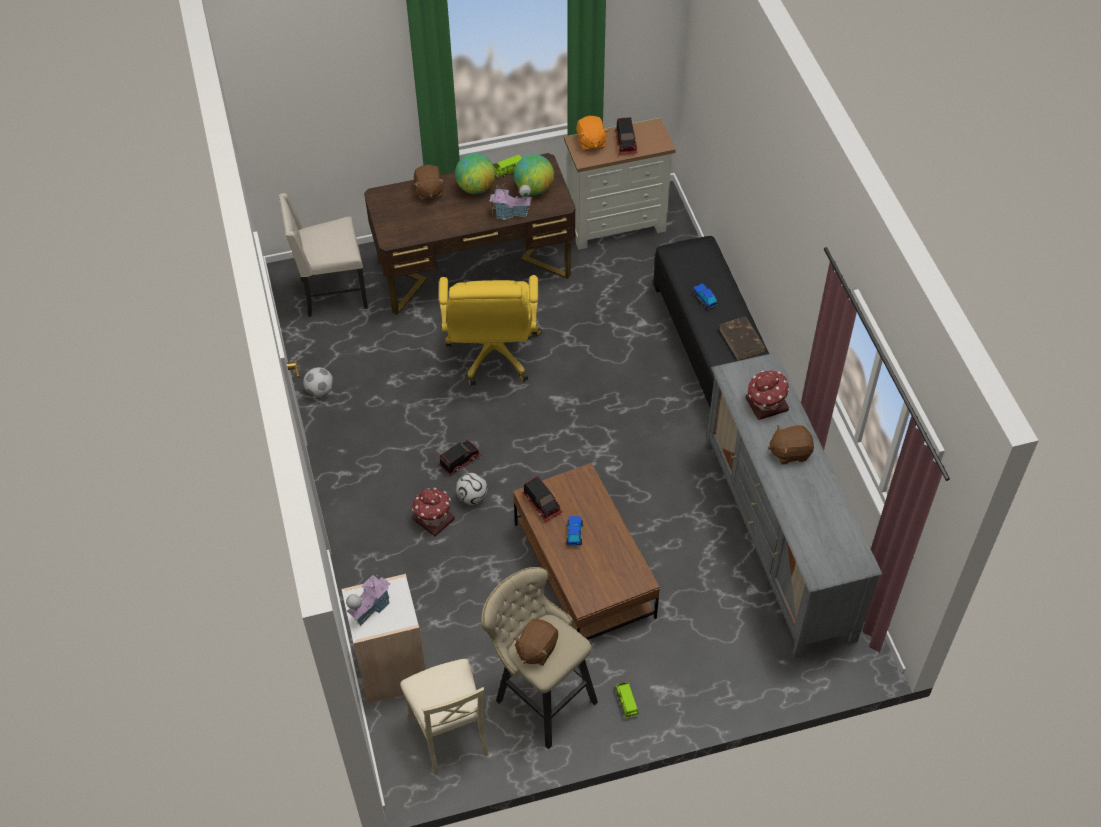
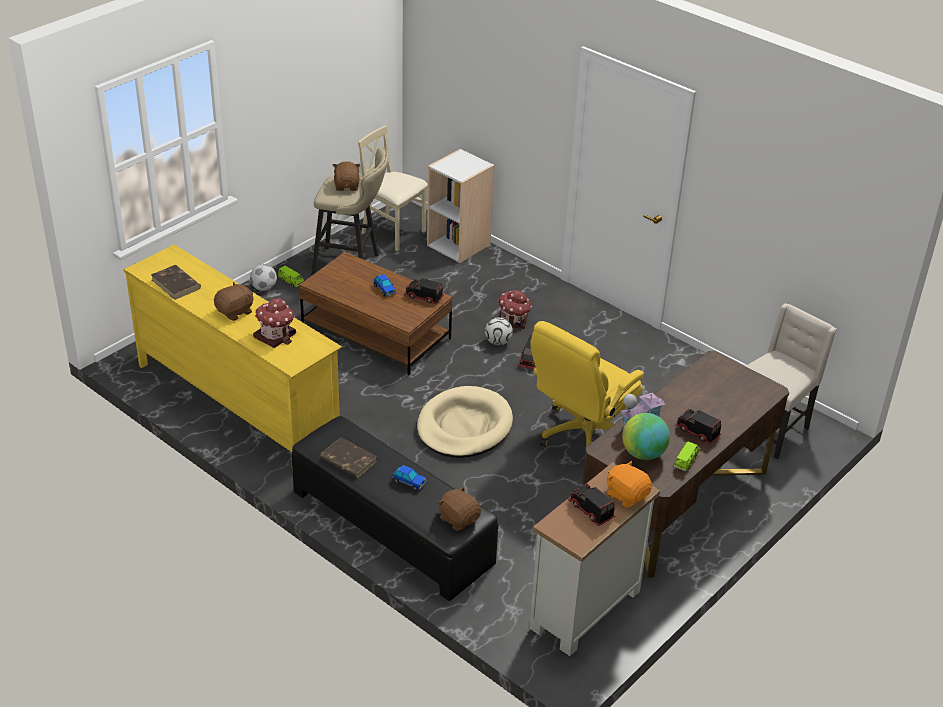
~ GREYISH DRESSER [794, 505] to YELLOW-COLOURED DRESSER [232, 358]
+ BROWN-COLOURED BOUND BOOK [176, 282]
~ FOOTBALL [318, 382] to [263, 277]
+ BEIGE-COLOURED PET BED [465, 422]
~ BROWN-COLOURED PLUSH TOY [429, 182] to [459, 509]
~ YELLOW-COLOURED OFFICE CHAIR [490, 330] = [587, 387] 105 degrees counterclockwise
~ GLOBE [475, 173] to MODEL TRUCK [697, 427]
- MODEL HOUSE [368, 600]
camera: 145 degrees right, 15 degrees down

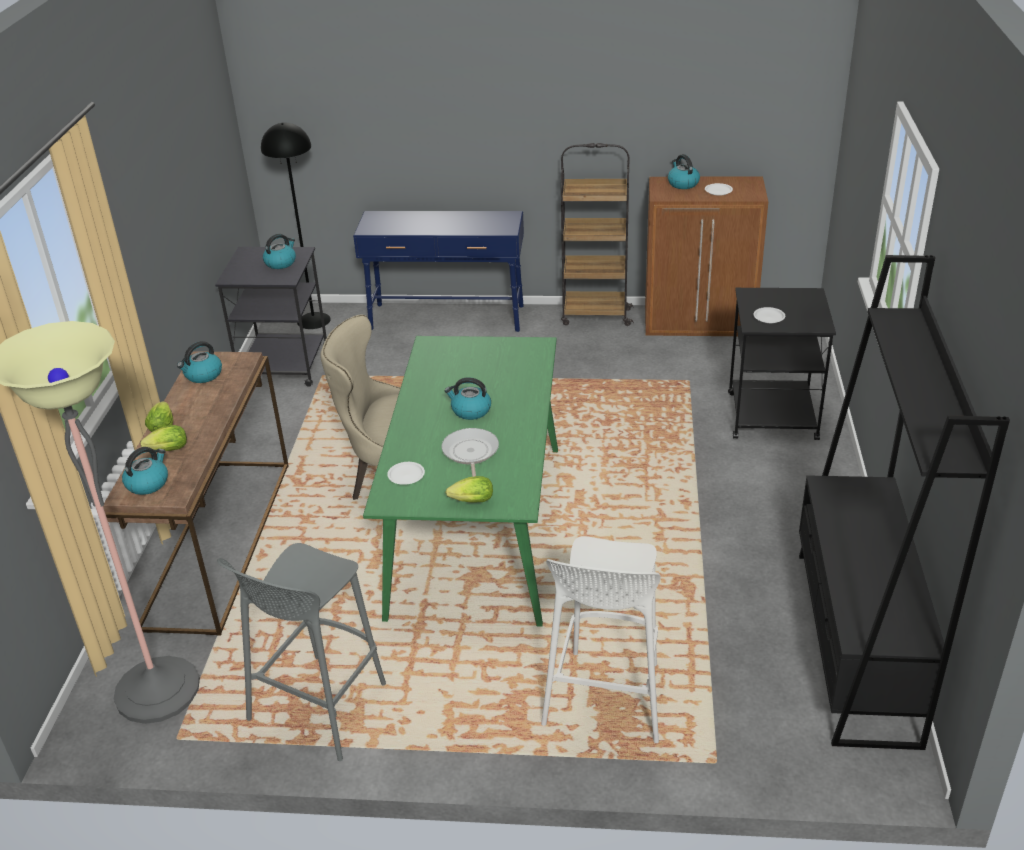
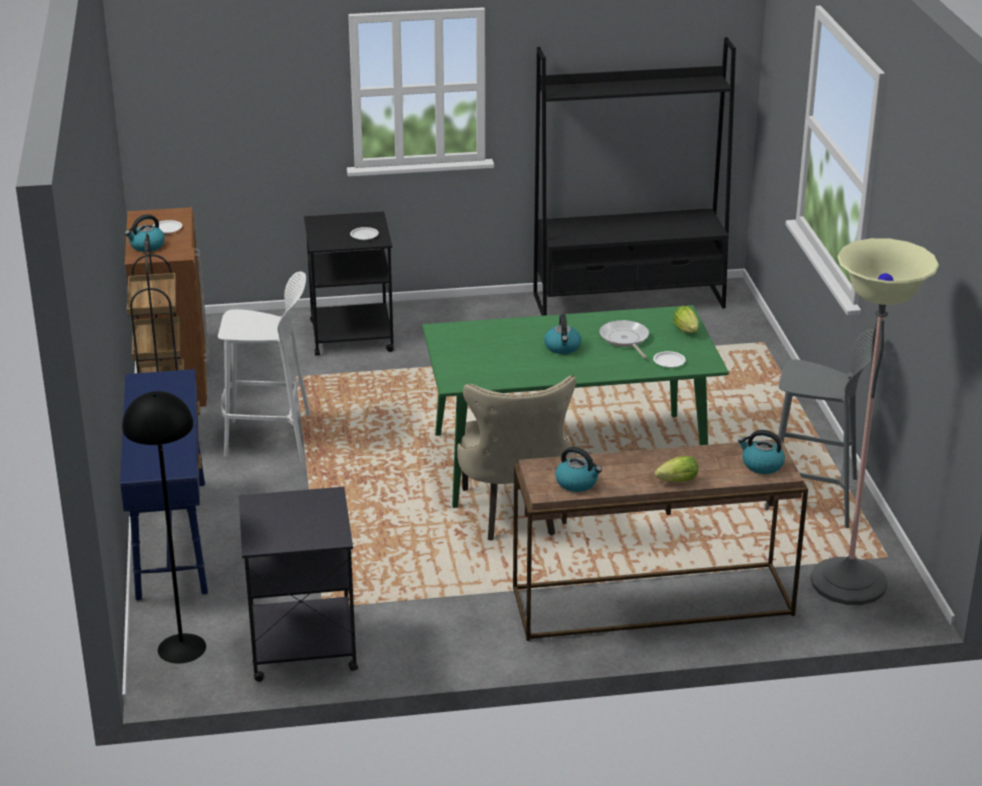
~ WHITE SITTING STOOL [601, 639] to [264, 366]
~ FRYING PAN [470, 452] = [624, 339] 90 degrees clockwise
- LETTUCE HEAD [163, 438]
- WATER KETTLE [279, 251]
camera: 105 degrees left, 5 degrees down

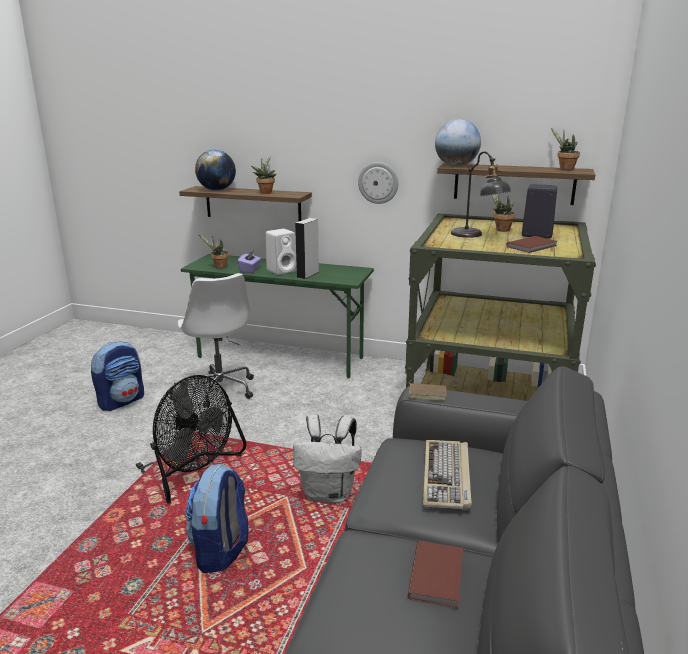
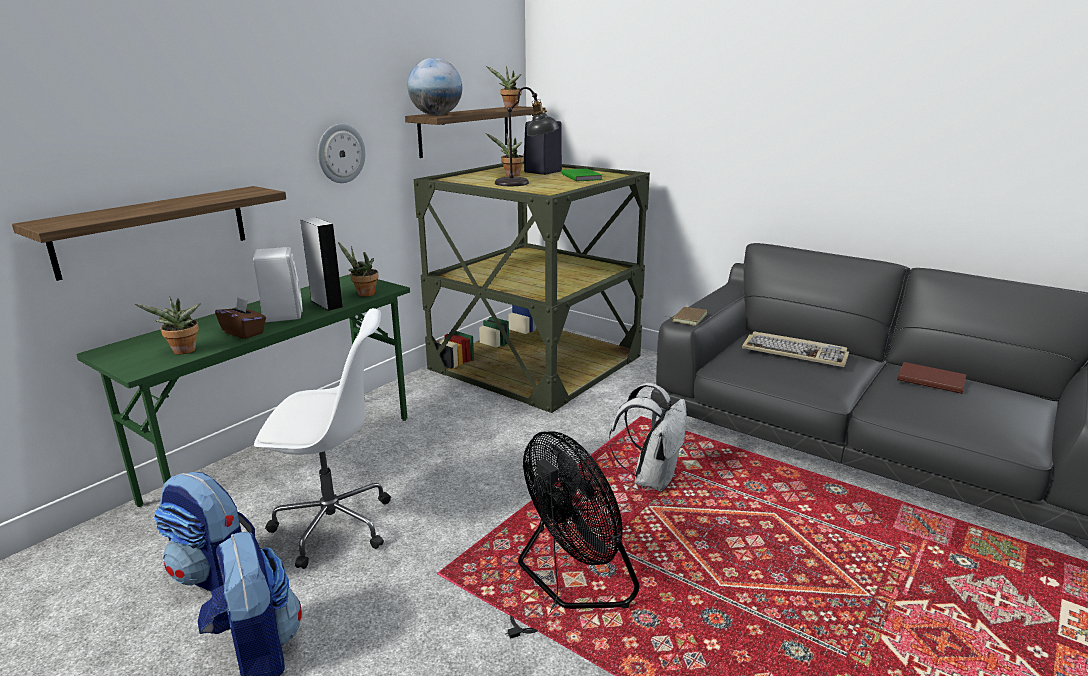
~ KNAPSACK [217, 518] to [204, 532]
~ PURPLISH TISSUE HOLDER [249, 262] to BROWN-COLOURED TISSUE HOLDER [240, 318]
~ POTTED PLANT [263, 175] to [358, 269]
~ BROWN-COLOURED BOUND BOOK [531, 244] to GREEN-COLOURED BOUND BOOK [581, 174]
- GLOBE [215, 170]
camera: 70 degrees left, 0 degrees up

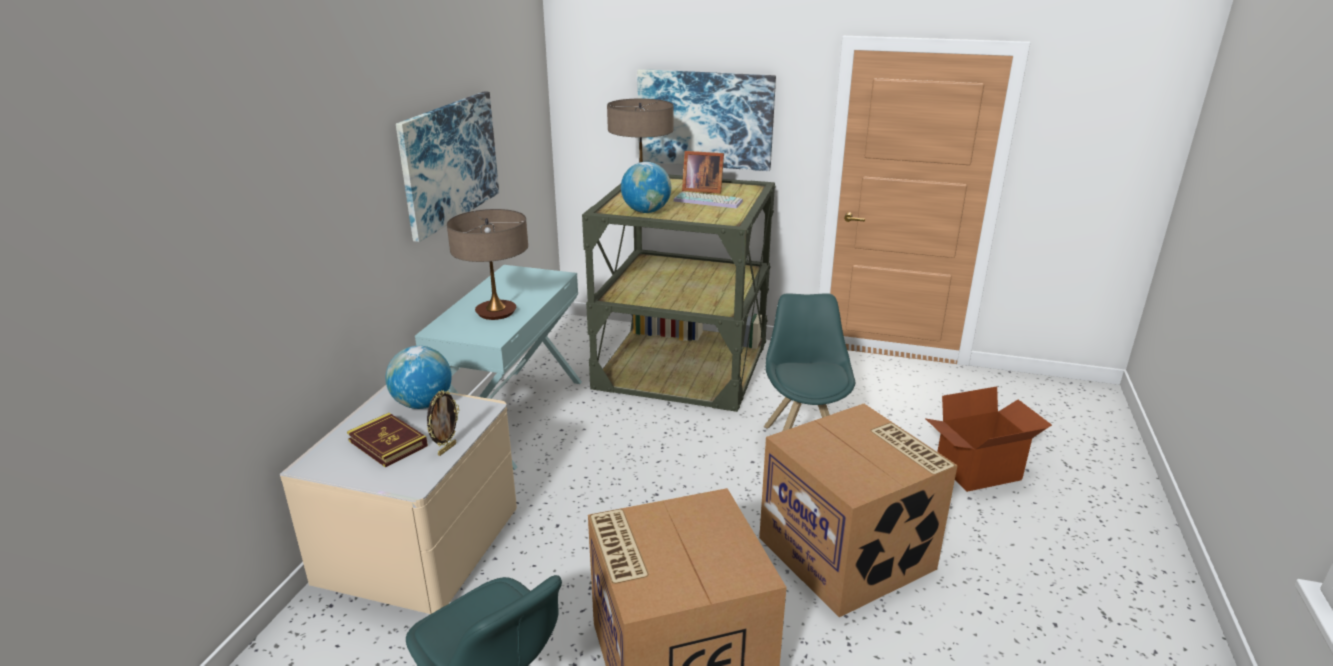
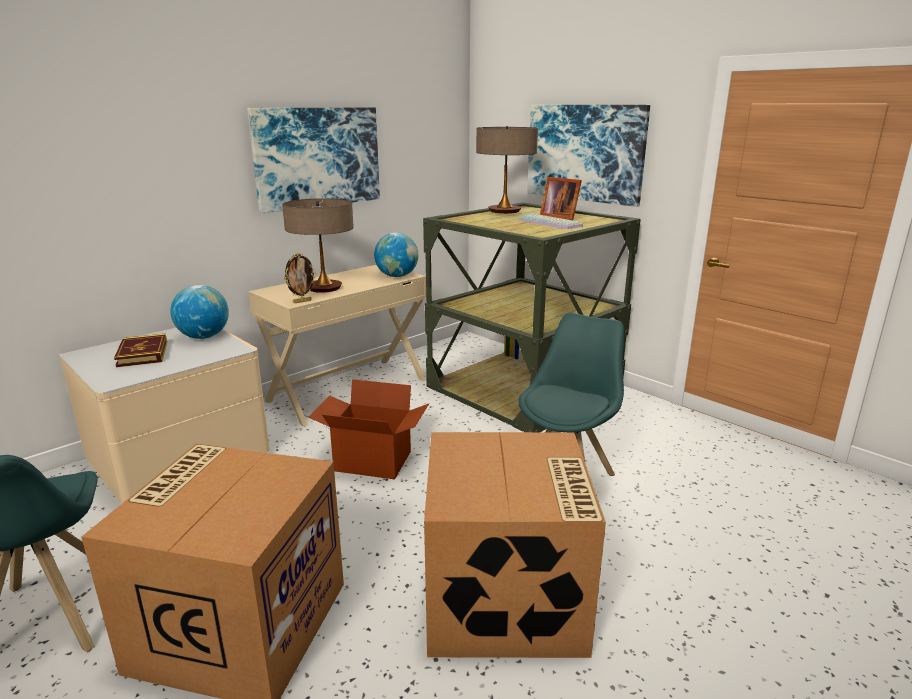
~ TURQUOISE DESK [498, 367] to BEIGE-COLOURED DESK [337, 346]
~ PICTURE FRAME [443, 423] to [300, 278]
~ CARTON [988, 439] to [368, 429]
~ GLOBE [646, 187] to [396, 255]
camera: 30 degrees right, 5 degrees down

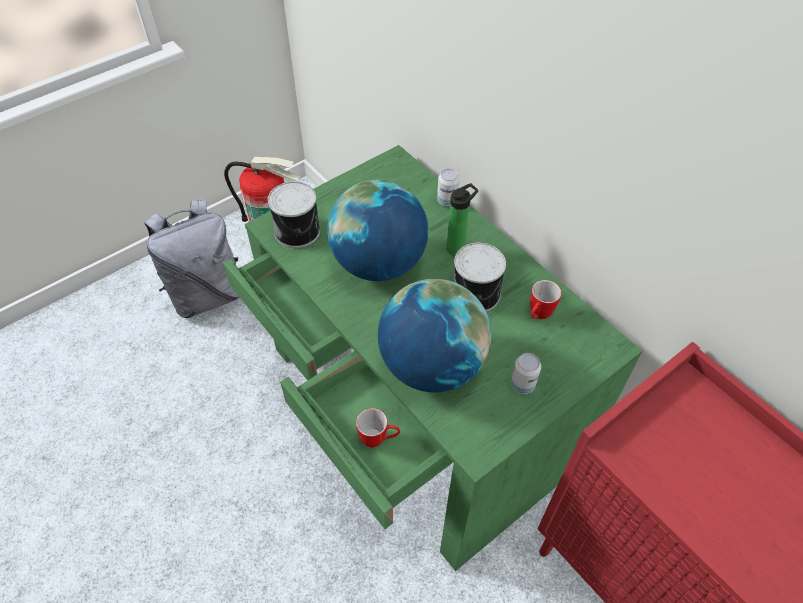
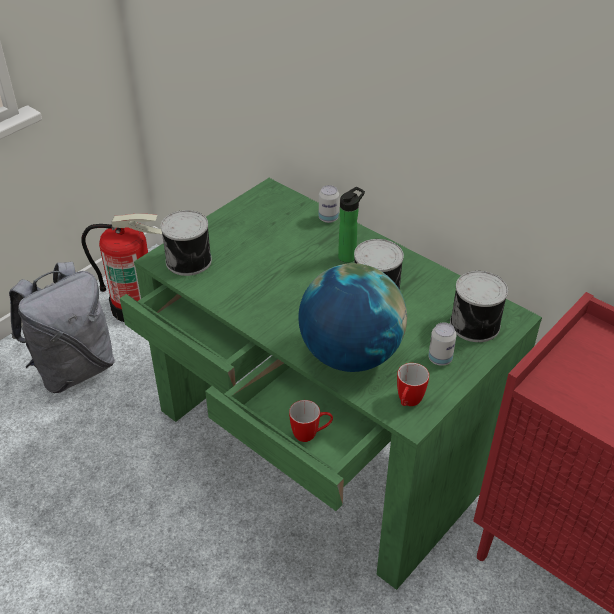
~ COFFEE MUG [546, 299] to [413, 384]
+ CAN [479, 306]
- GLOBE [377, 230]
camera: 10 degrees left, 10 degrees down

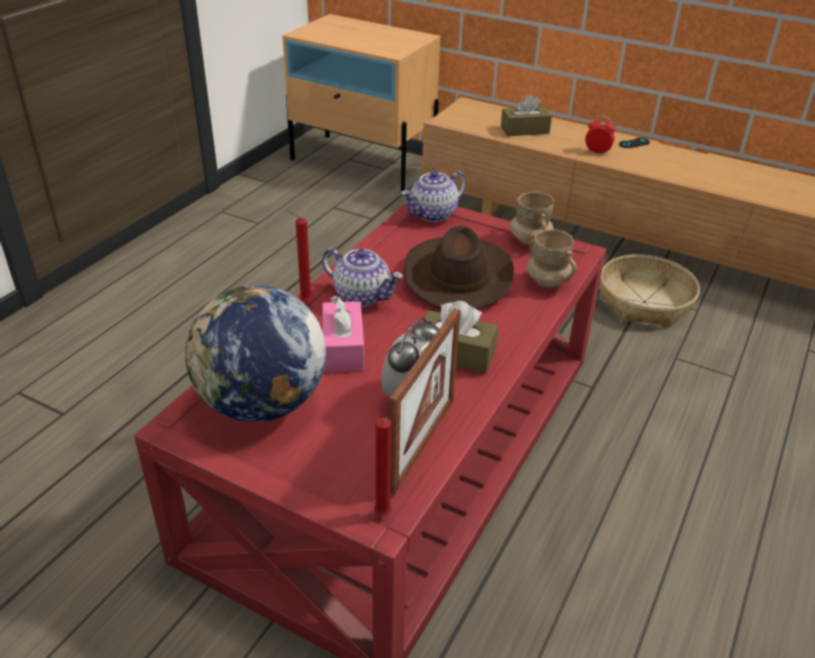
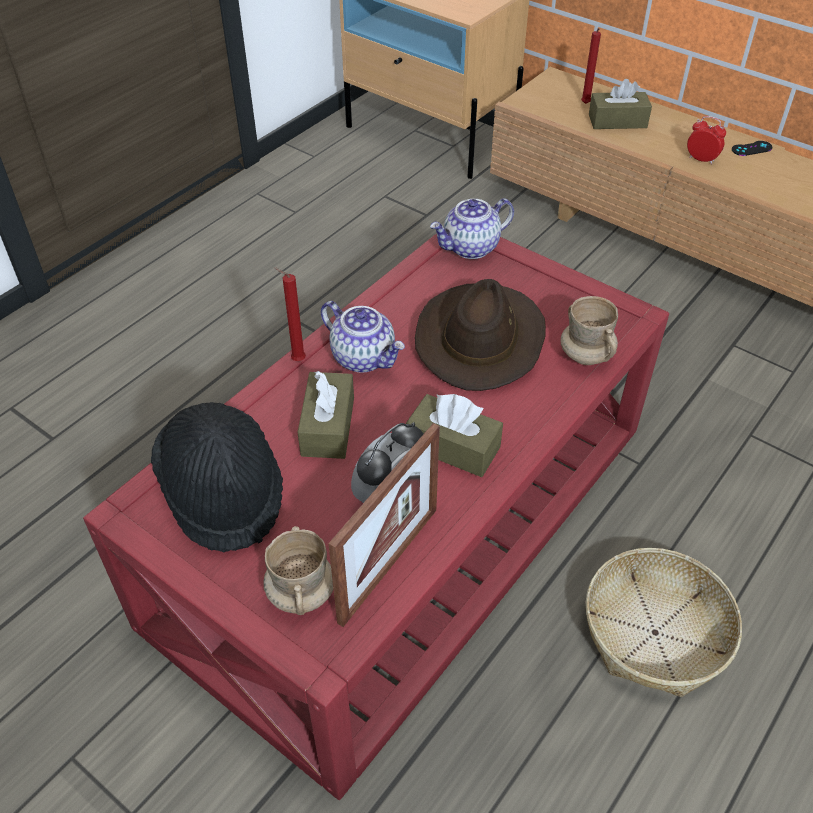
~ GLOBE [255, 353] to BLACK CLOTHING HAT [217, 477]
~ BEIGE-COLOURED COFFEE MUG [532, 218] to [298, 570]
~ PINKISH TISSUE HOLDER [343, 334] to BROWN-COLOURED TISSUE HOLDER [325, 415]
~ REDDISH WAX LIGHT [382, 467] to [591, 66]
~ STORAGE BASKET [649, 291] to [664, 622]
camera: 10 degrees right, 10 degrees up

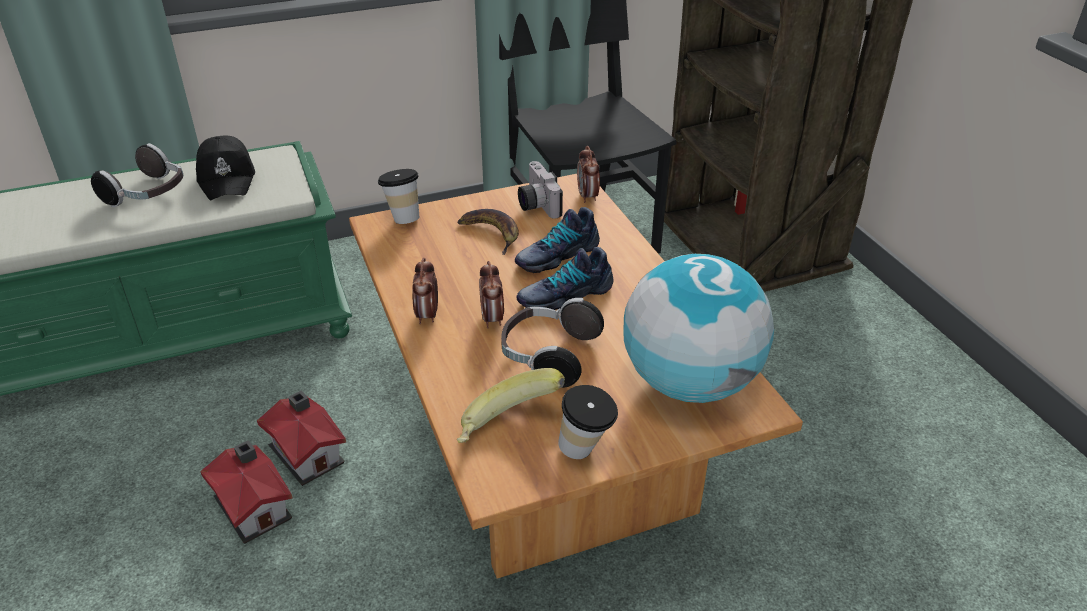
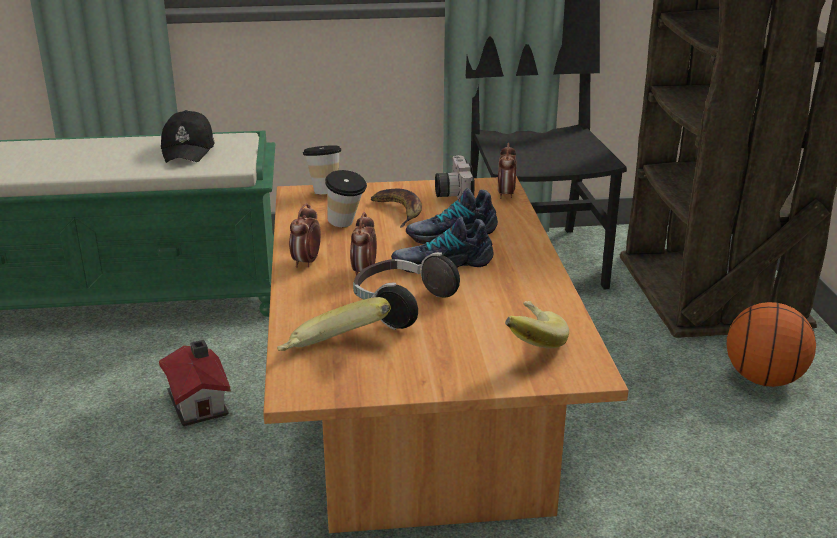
~ SMALL CUP [588, 422] to [346, 198]
~ GLOBE [698, 328] to BANANA [537, 324]
+ BASKETBALL [771, 344]
- HEADSET [137, 175]
- MODEL HOUSE [246, 492]
camera: 15 degrees right, 10 degrees down

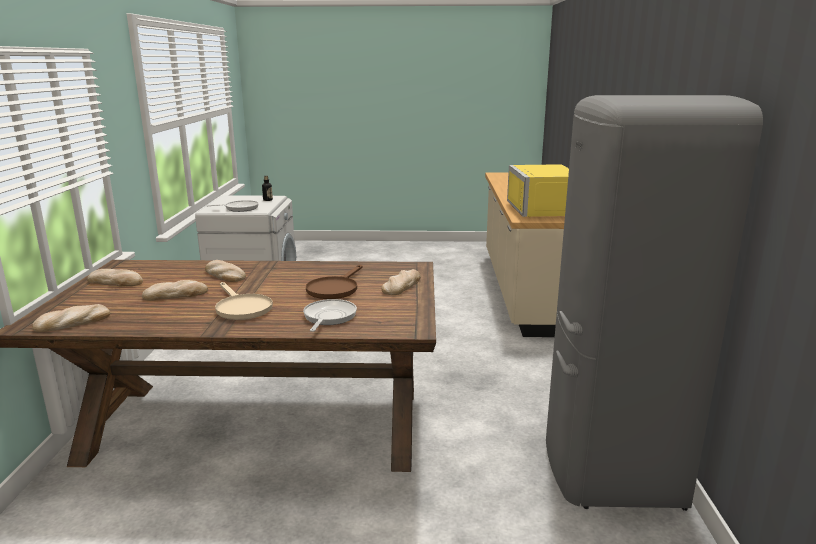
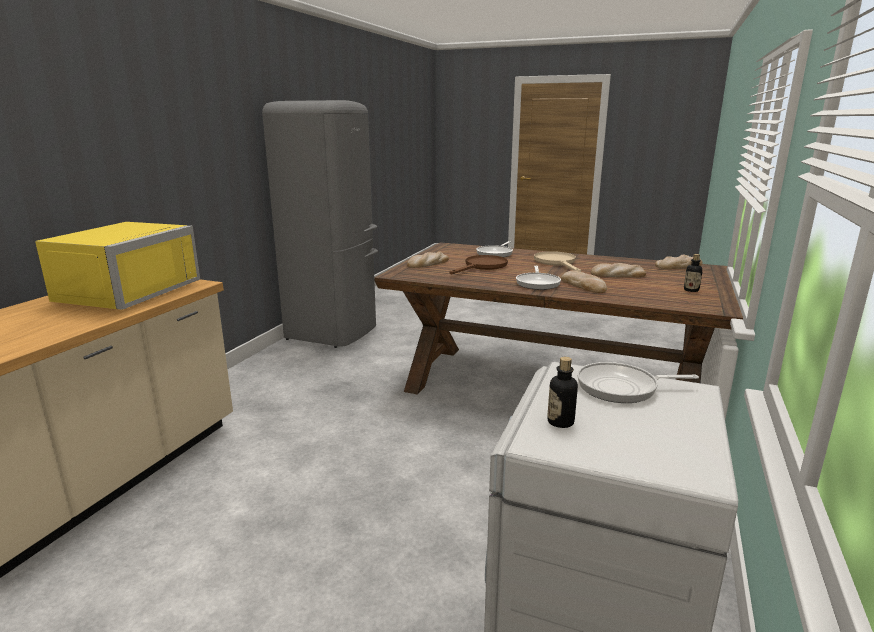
+ FRYING PAN [538, 278]
~ BREAD [115, 278] to DRINK BOTTLE [693, 273]
camera: 160 degrees left, 0 degrees up

